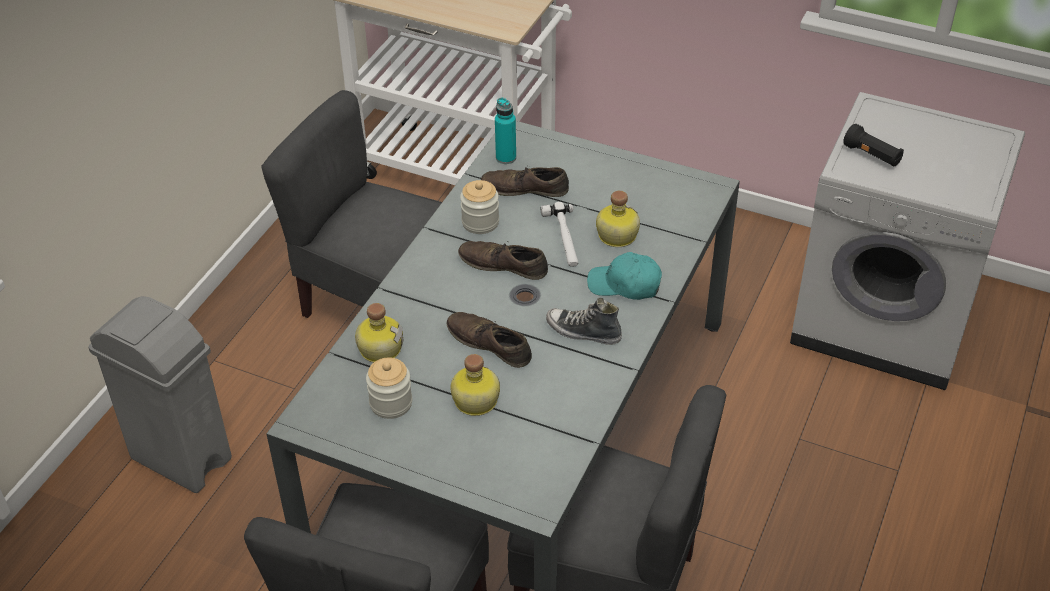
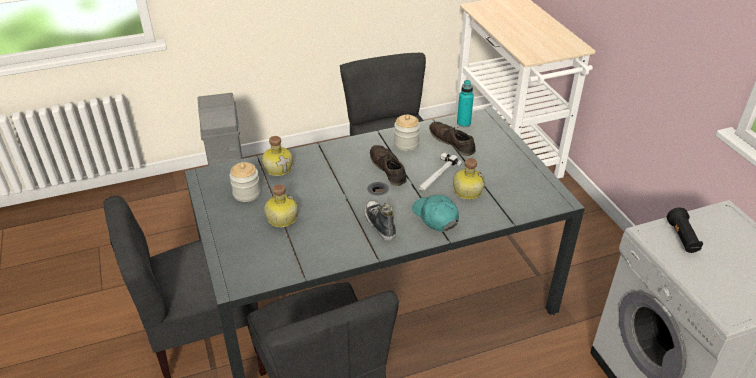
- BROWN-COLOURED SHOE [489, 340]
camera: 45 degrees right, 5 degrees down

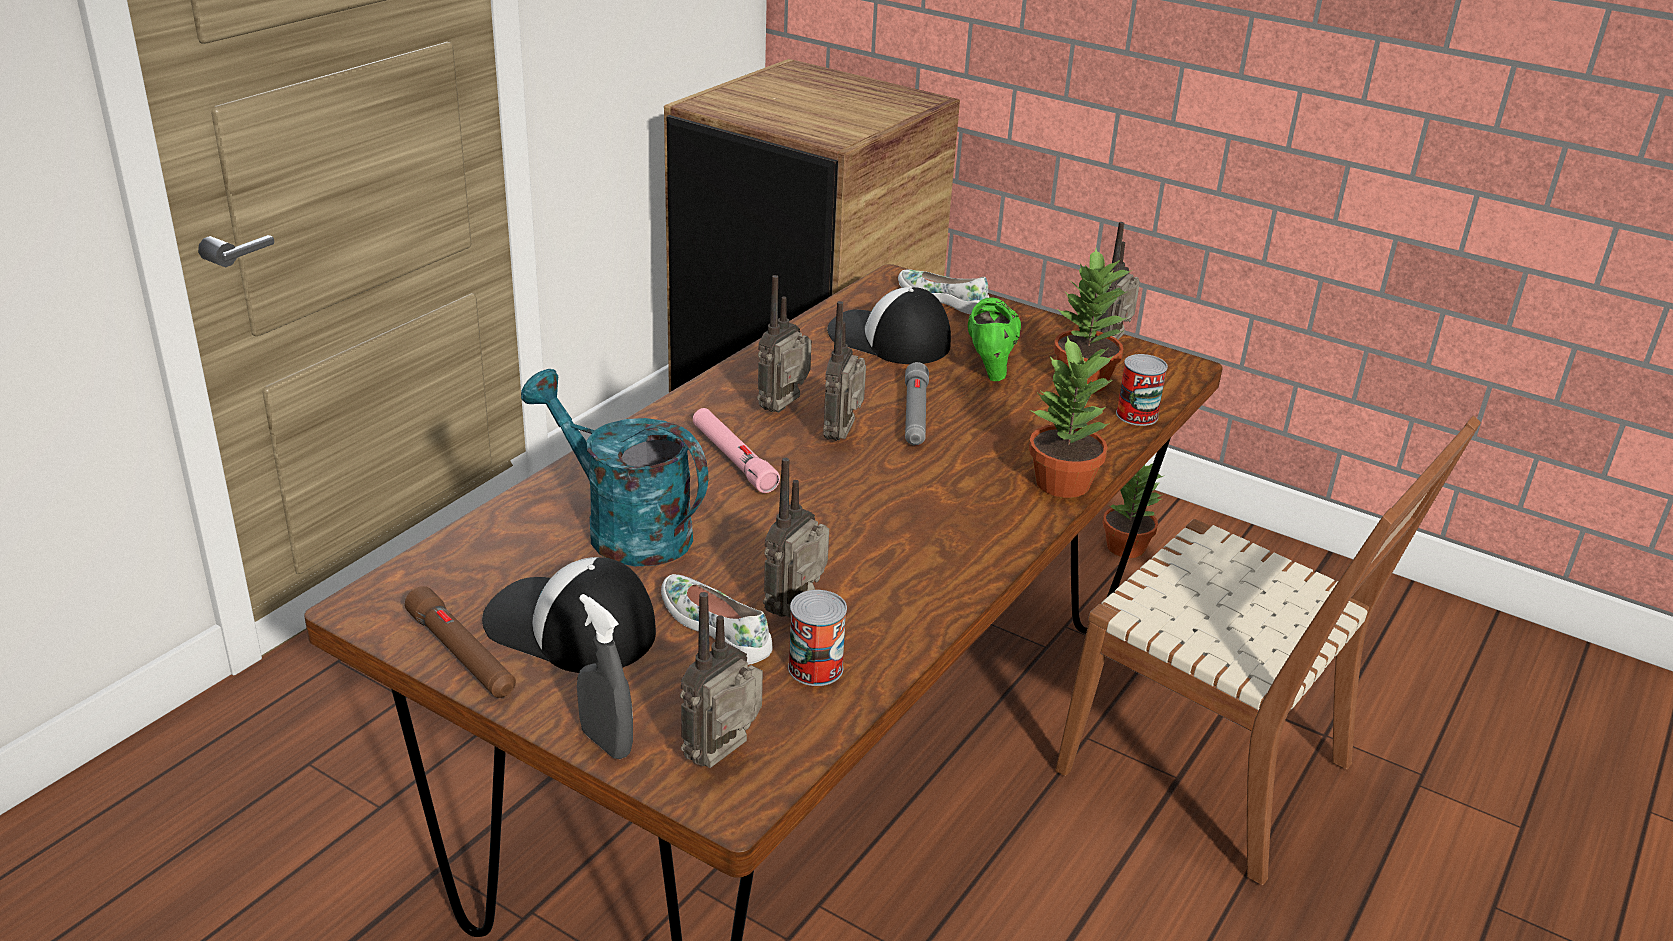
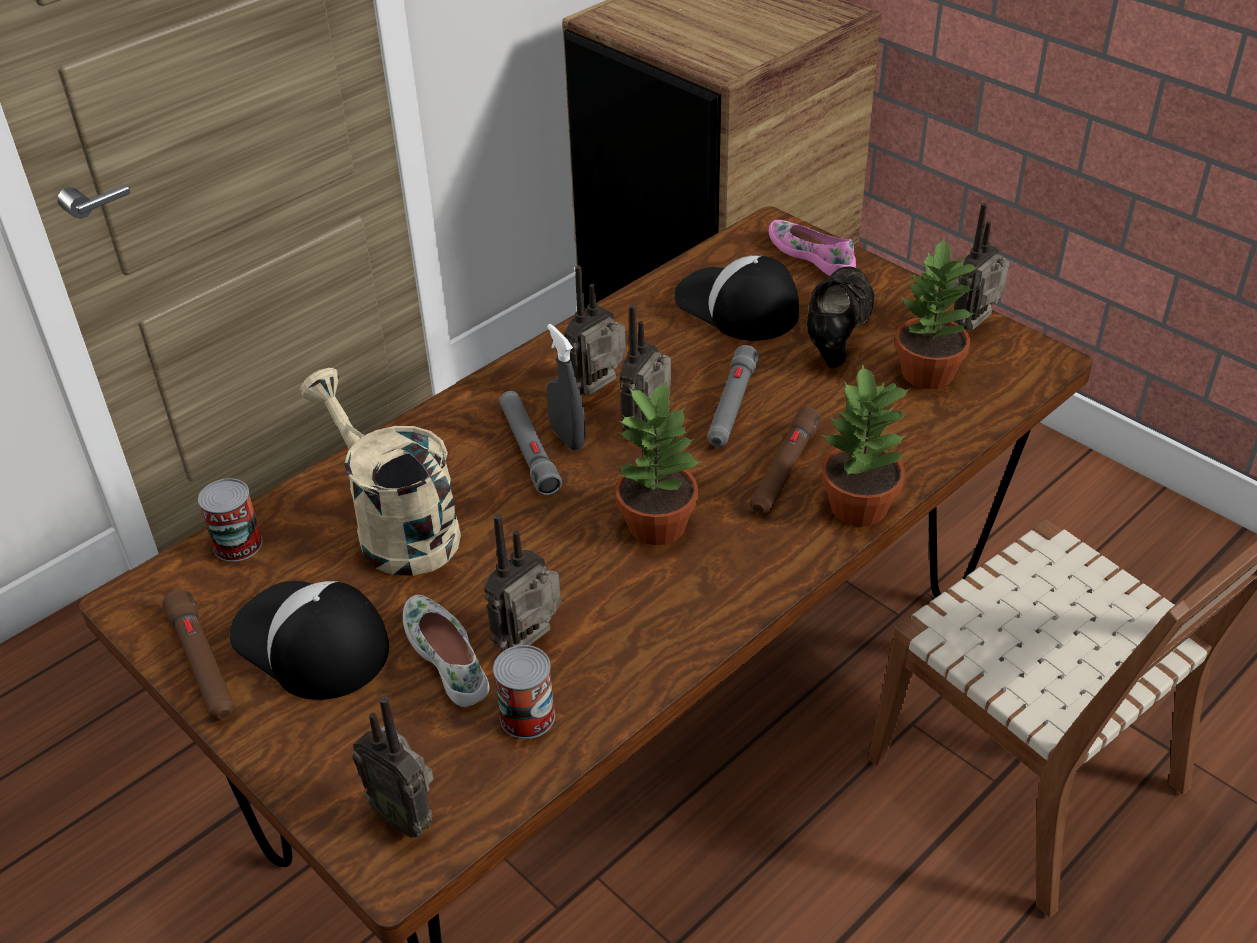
~ CAN [1142, 390] to [230, 520]
~ TURQUOISE SPRINKLING CAN [614, 467] to BEIGE-COLOURED SPRINKLING CAN [380, 472]
~ RADIO [721, 680] = [393, 767] 105 degrees counterclockwise
~ PINKISH FLASHLIGHT [736, 450] to GREYISH FLASHLIGHT [530, 443]
~ GREYISH SPRAY BOTTLE [605, 676] to [566, 387]
~ POTTED PLANT [1132, 510] to [659, 462]
+ BROWN-COLOURED FLASHLIGHT [786, 460]
~ WHITE SHOE [943, 291] to PINKISH SHOE [812, 248]
~ GREEN-COLOURED SHOE [994, 339] to BLACK SHOE [841, 317]
camera: 15 degrees right, 10 degrees up

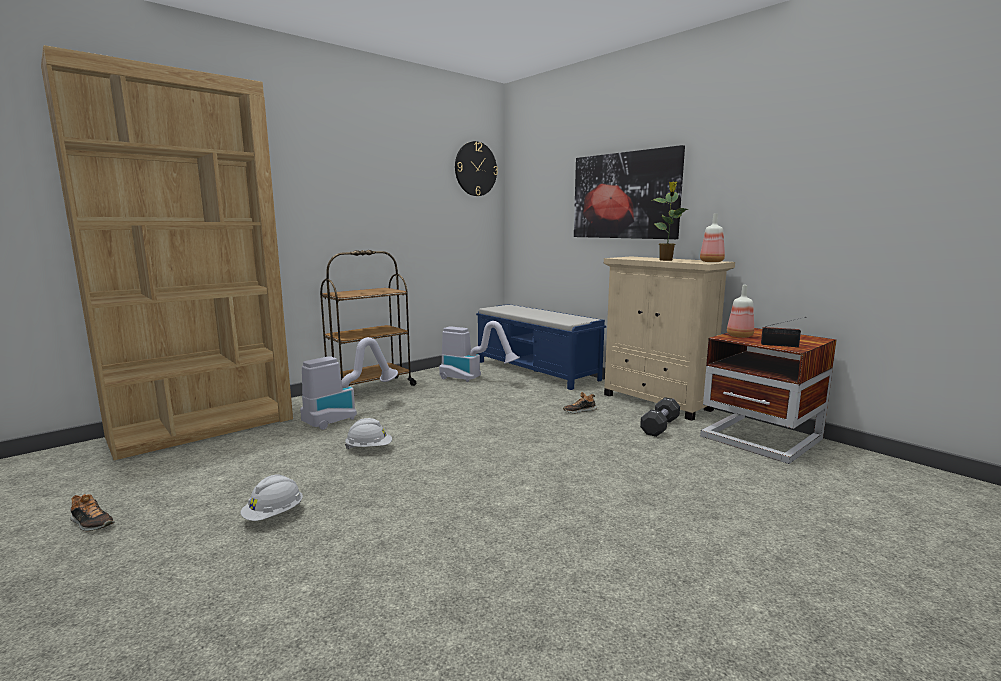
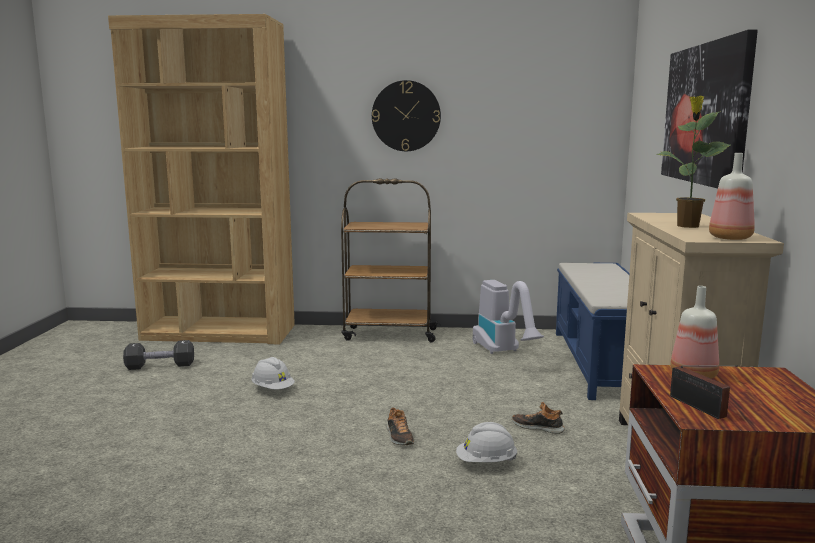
~ BLACK HAND WEIGHT [660, 417] to [158, 355]
~ WALL CLOCK [476, 168] to [406, 115]
~ SHOE [92, 512] to [401, 426]
~ WHITE WORK HELMET [272, 498] to [486, 442]
- VACUUM CLEANER [349, 383]
camera: 45 degrees right, 0 degrees up

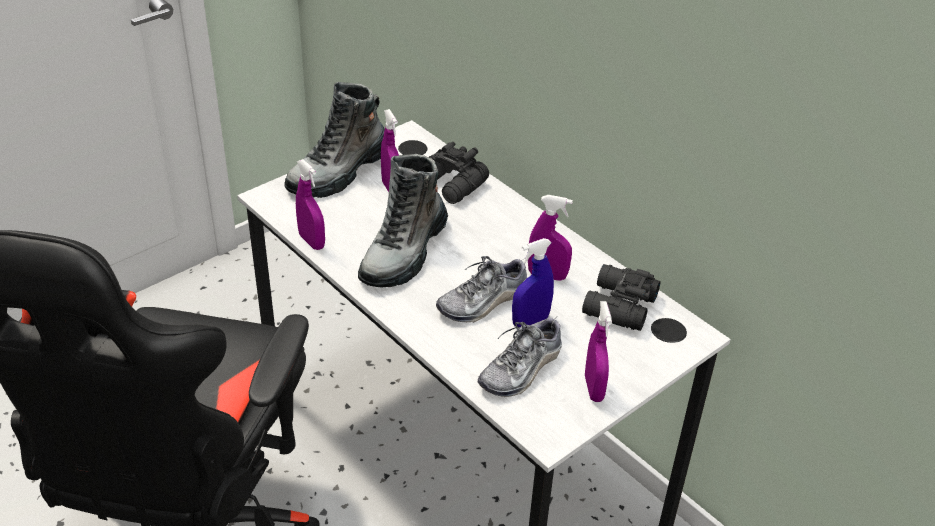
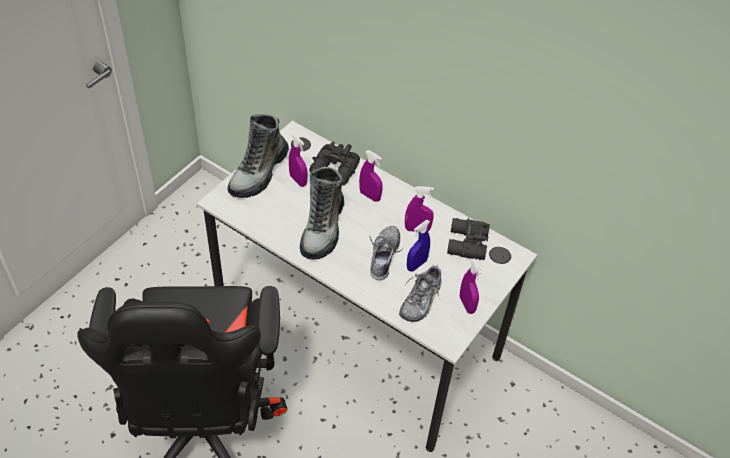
~ PURPLISH SPRAY BOTTLE [310, 204] to [371, 176]
~ SHOE [481, 289] = [385, 253] 150 degrees clockwise
camera: 15 degrees left, 10 degrees up

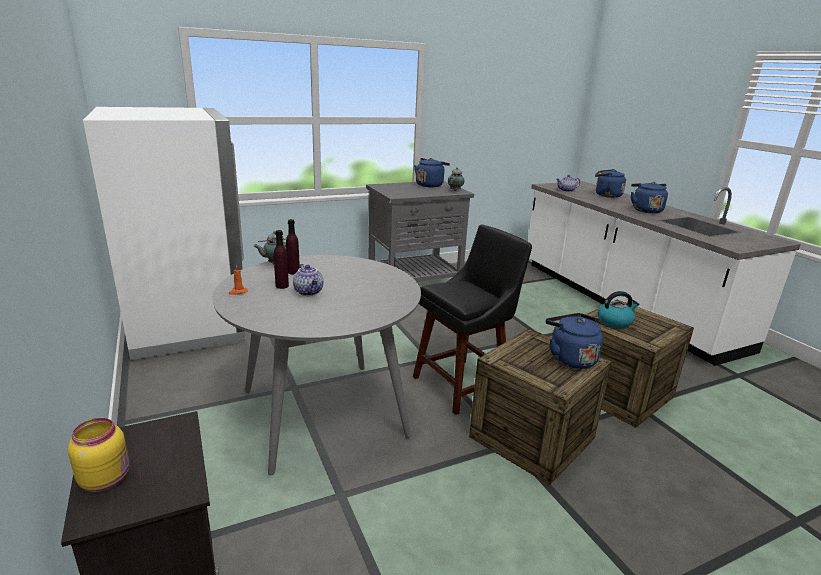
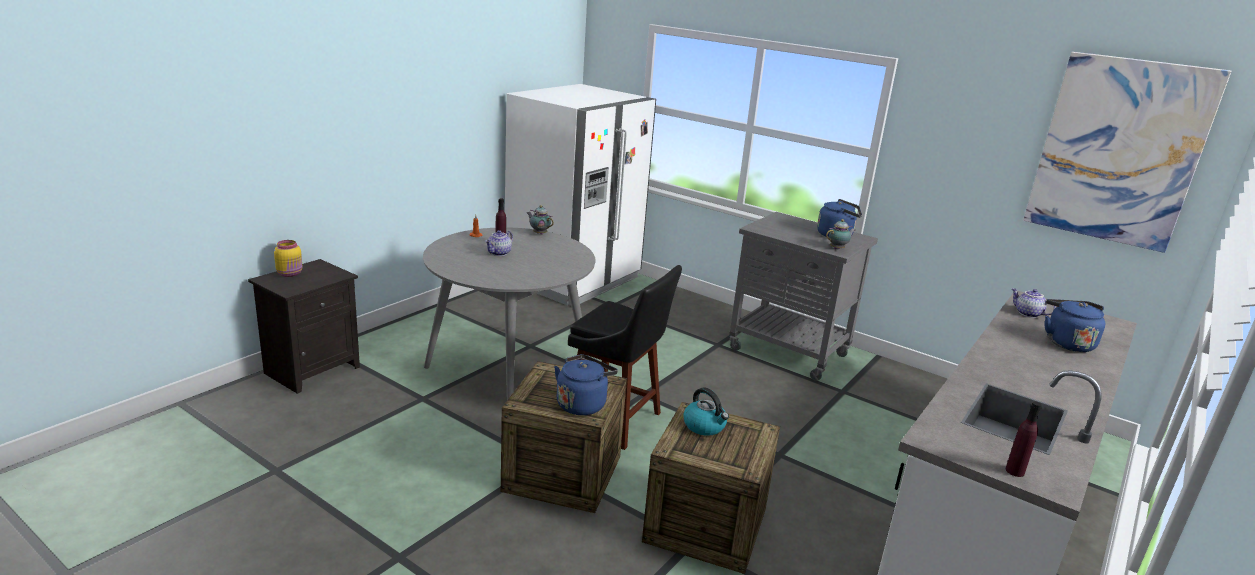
~ PURPLISH DRINK BOTTLE [293, 246] to [1024, 439]
+ PICTURE [1127, 152]
- BLUE WATER KETTLE [649, 197]
camera: 60 degrees right, 0 degrees up

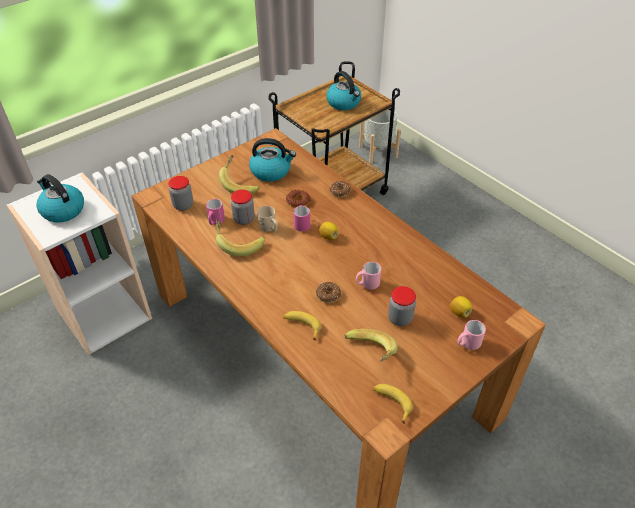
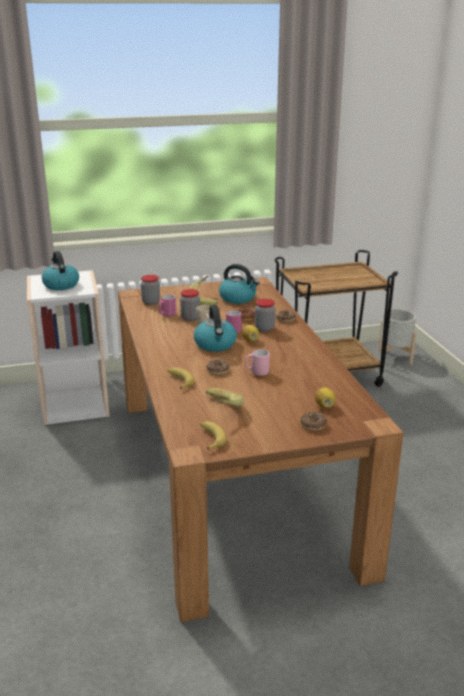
~ WATER KETTLE [343, 90] to [215, 328]
~ PRESERVE JAR [402, 306] to [265, 315]
~ PINKISH COFFEE MUG [471, 335] to DOUGHNUT [313, 421]
- BANANA [240, 237]
camera: 25 degrees right, 20 degrees down

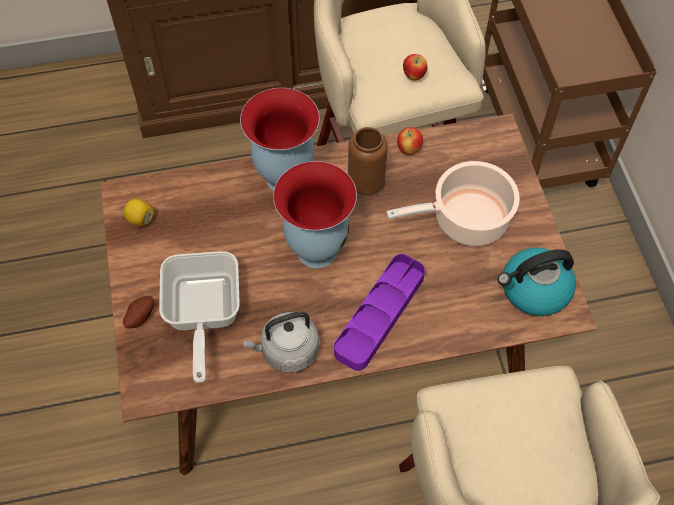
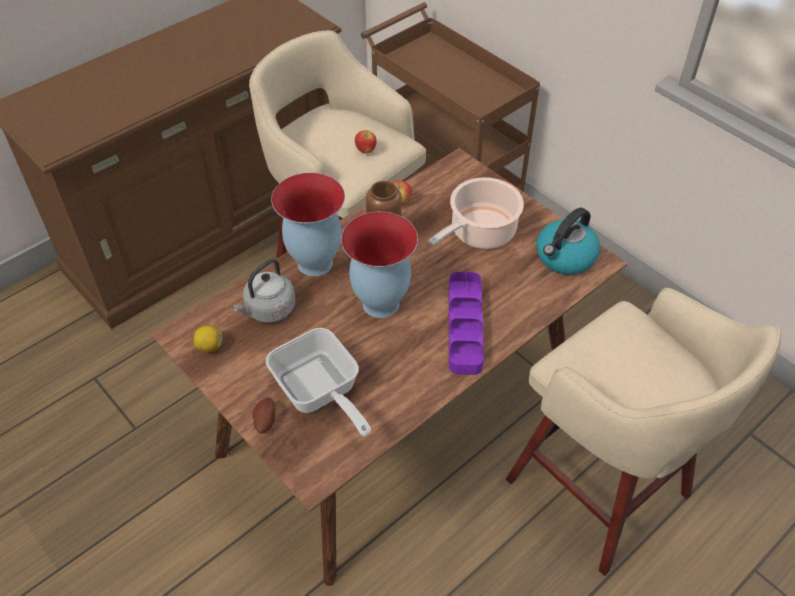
~ GREYISH WATER KETTLE [280, 342] to [263, 290]
camera: 30 degrees left, 10 degrees down

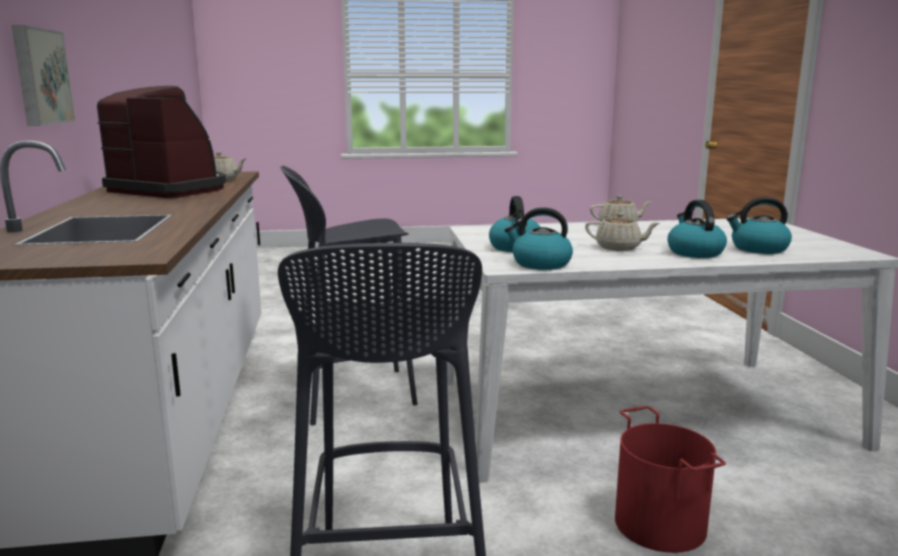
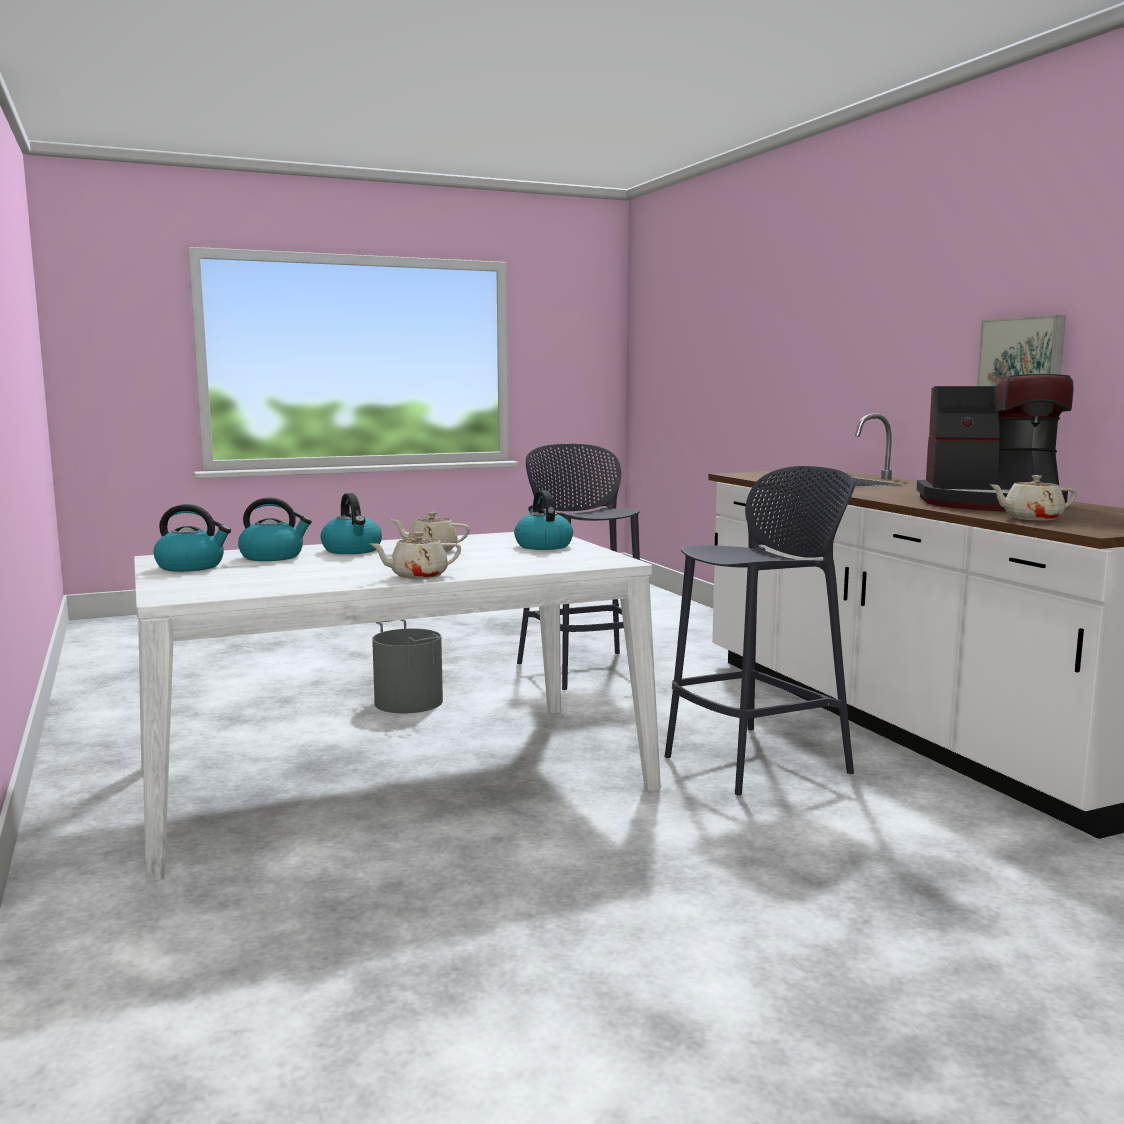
~ WATER KETTLE [538, 238] to [192, 538]
~ REDDISH BUCKET [670, 479] to GREYISH BUCKET [407, 666]
camera: 165 degrees right, 5 degrees down

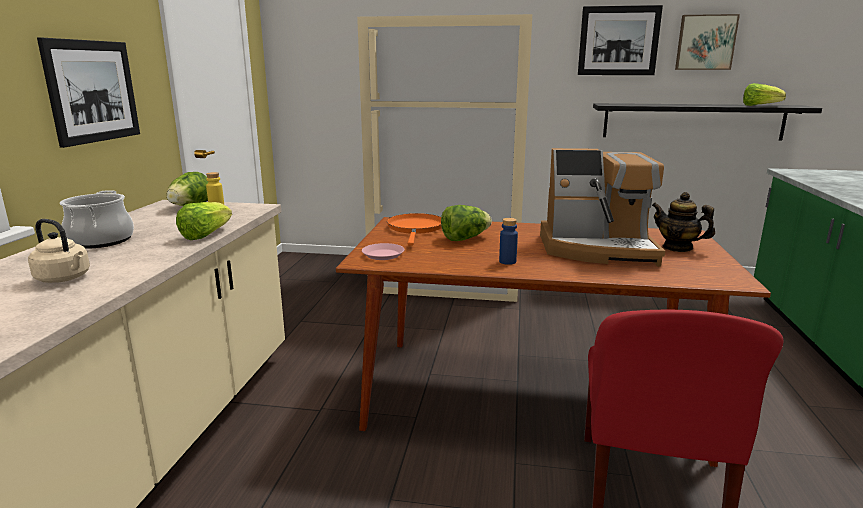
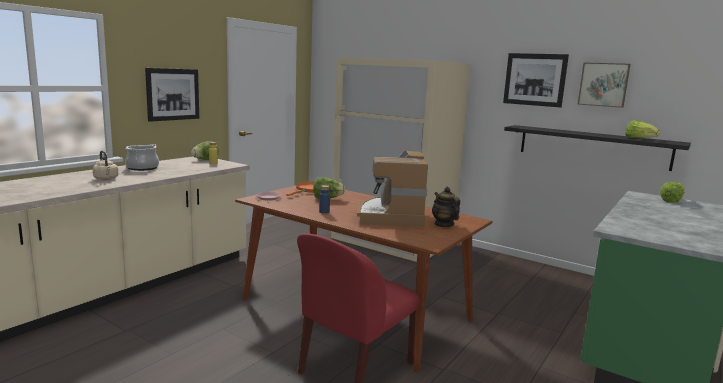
~ COFFEE MACHINE [602, 207] = [392, 188] 60 degrees clockwise
~ LETTUCE HEAD [204, 221] to [672, 192]
camera: 25 degrees right, 5 degrees down

